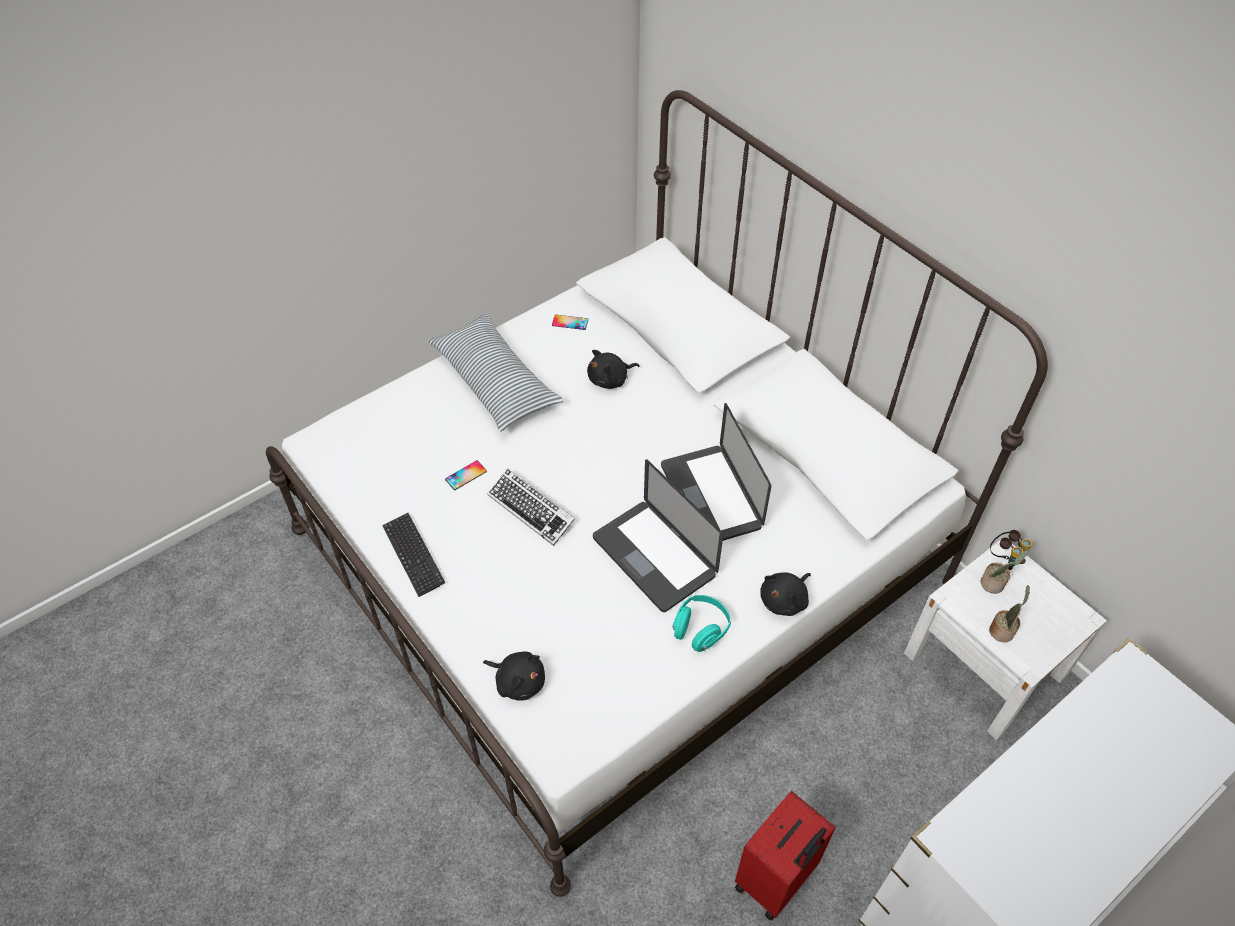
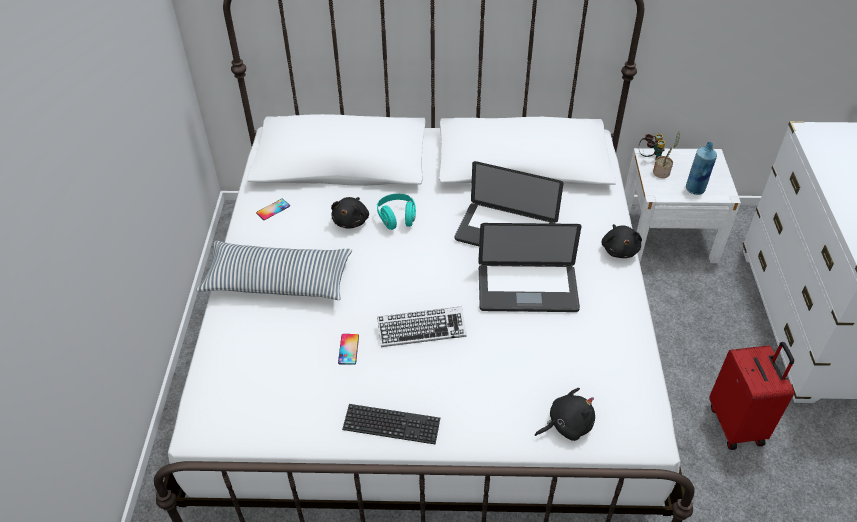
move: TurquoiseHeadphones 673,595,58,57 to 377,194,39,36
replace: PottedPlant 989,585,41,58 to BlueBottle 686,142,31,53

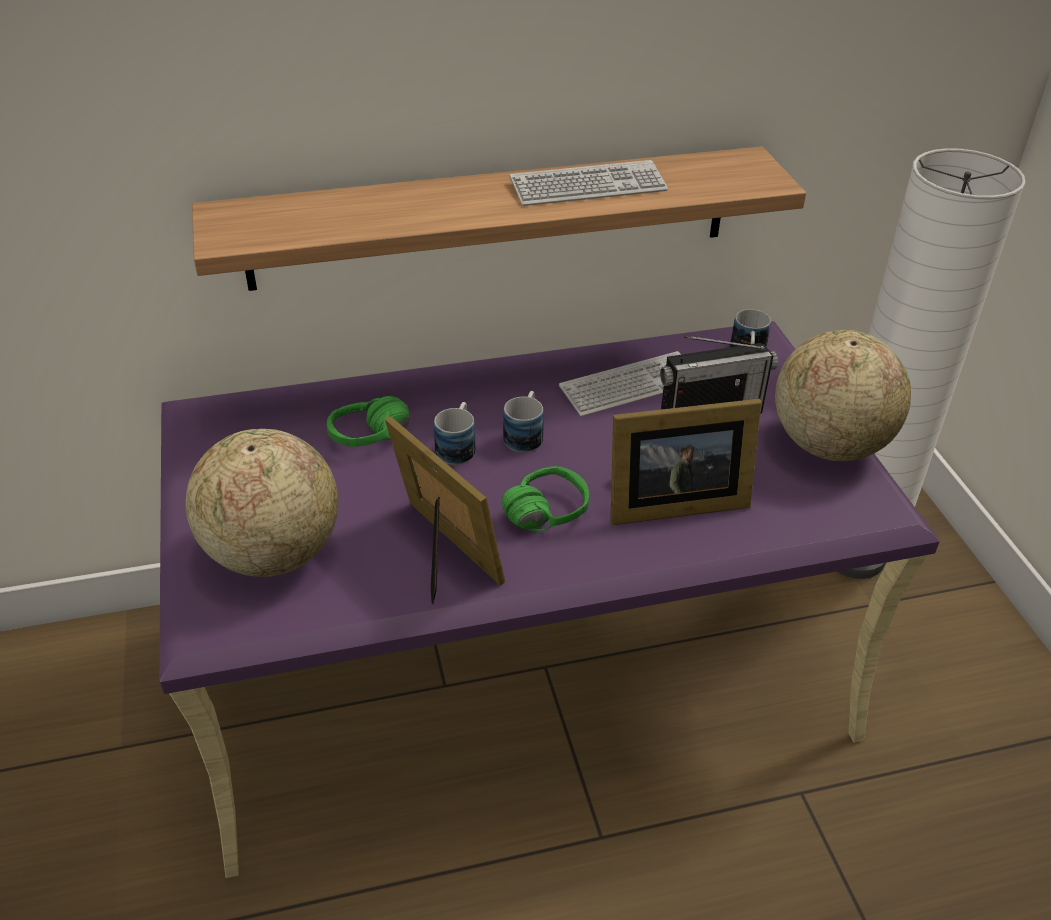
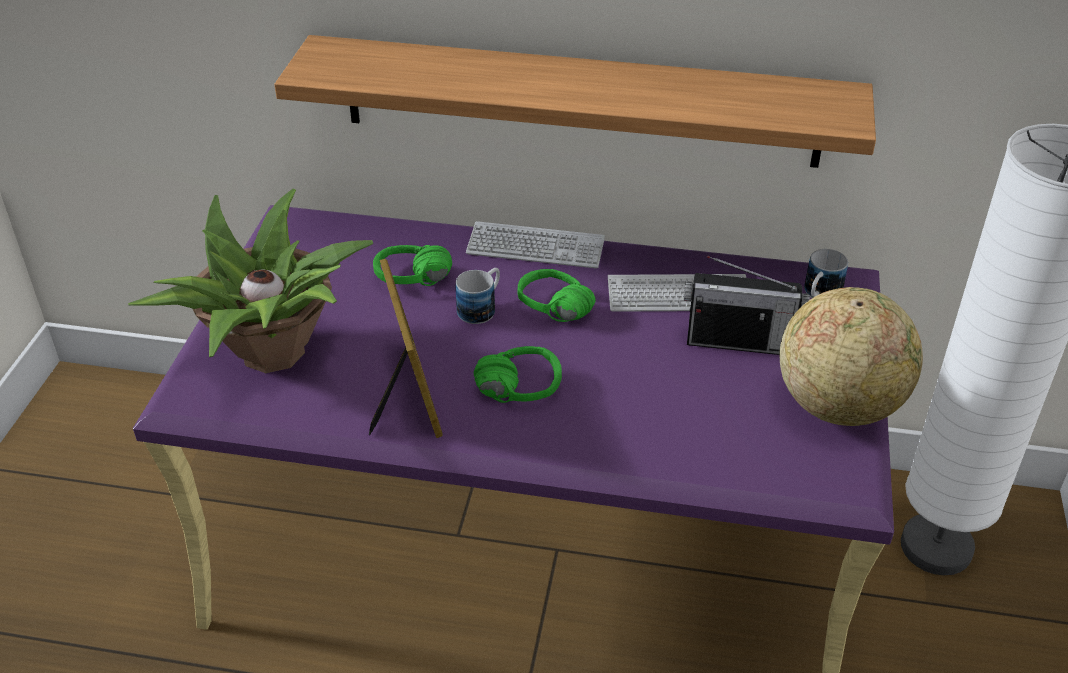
delete: PictureFrame 610,399,151,126
move: Keyboard 510,160,158,46 to 466,221,139,47
replace: Globe 185,429,154,148 to PottedPlant 128,189,245,184; Mug 503,391,41,62 to GreenHeadphones 518,269,78,53

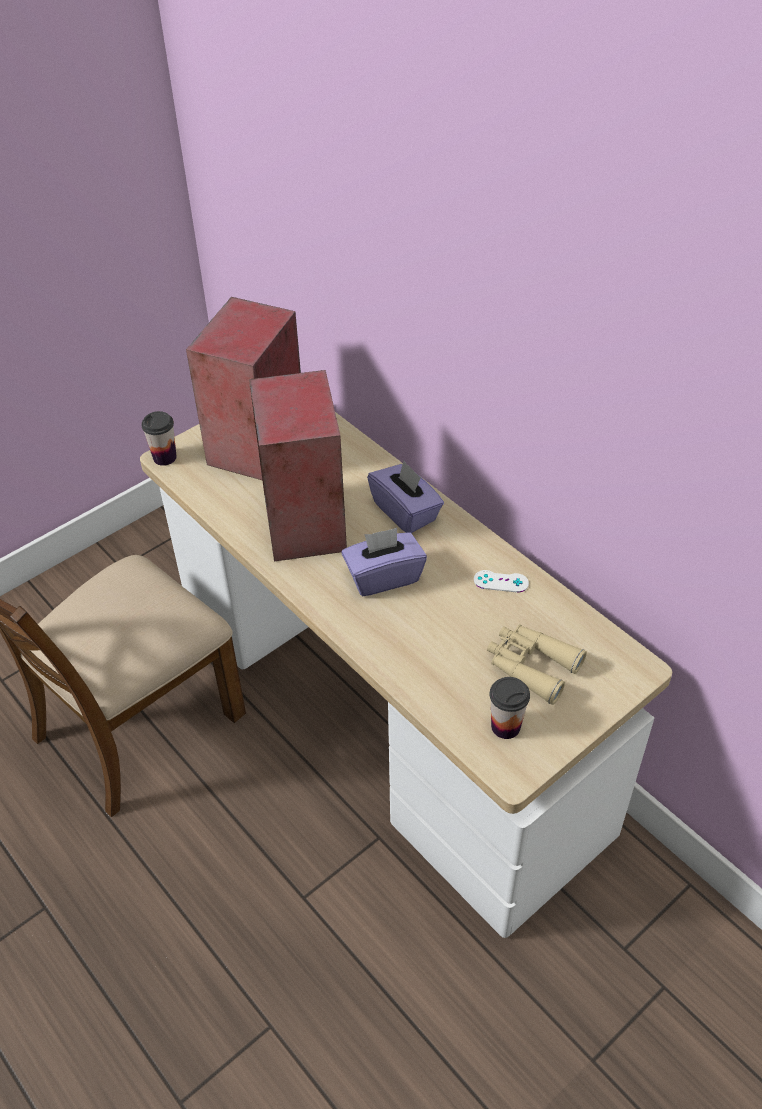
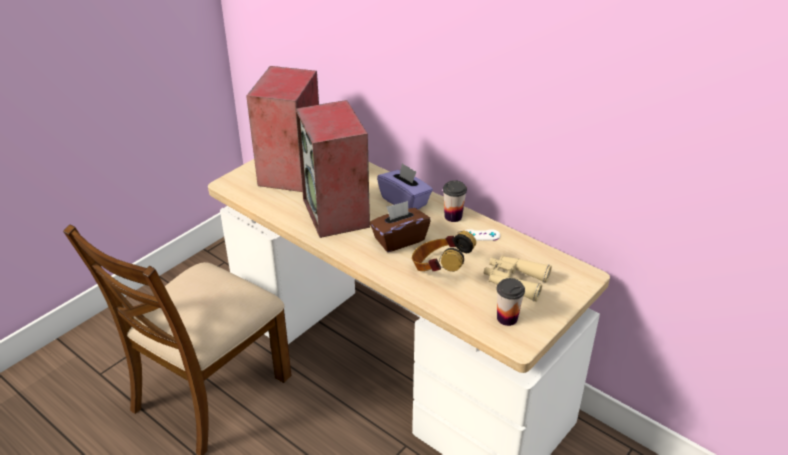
insert: Headphones 412,231,64,41
move: Cup 141,411,36,55 to 443,180,24,42
recolor: PurpleTissueBox 341,528,86,68 to BrownTissueBox 370,201,61,51

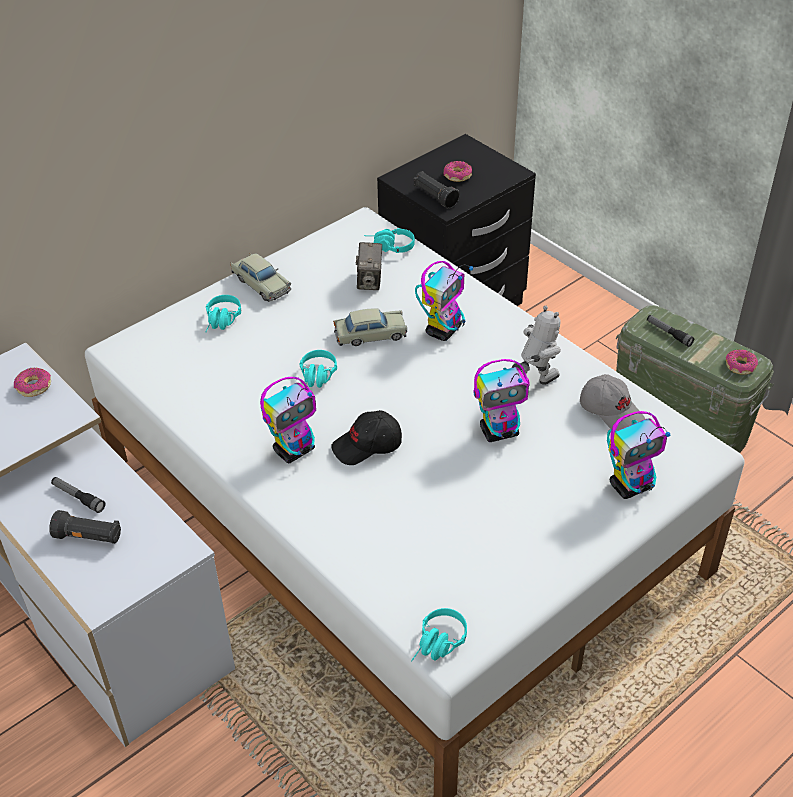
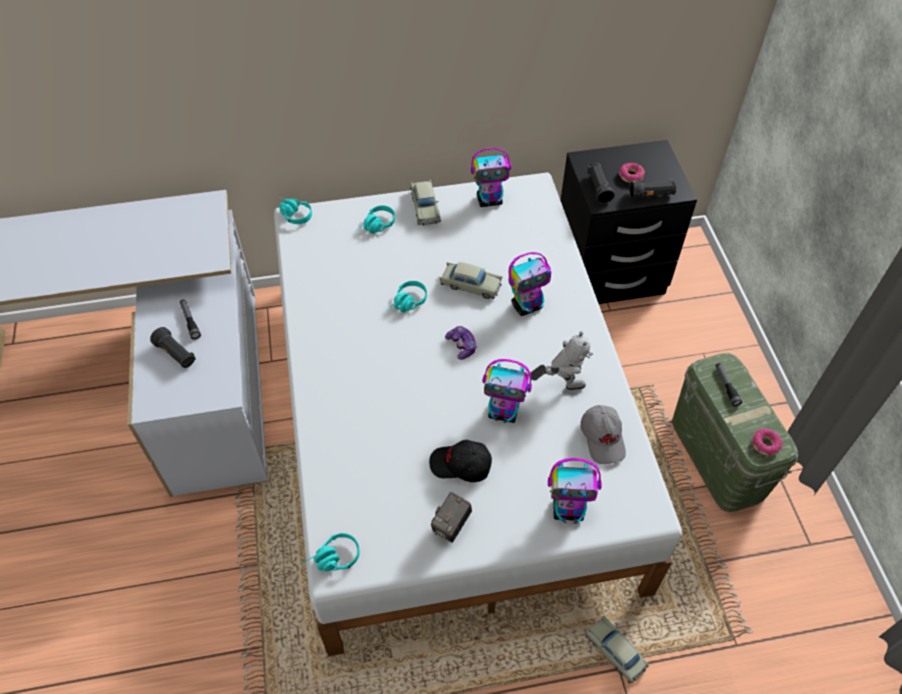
delete: Donut 14,368,37,29
insert: GameController 445,326,32,34; BeigeToyCar 585,616,64,67; BlackFlashlight 629,180,48,20
move: TurquoiseHeadphones 364,228,51,25 to 279,197,33,27; BlackCap 331,410,71,55 to 429,440,63,42; PhotoCamera 356,242,26,48 to 431,492,41,51; ToyRobot 260,377,56,86 to 471,148,40,59

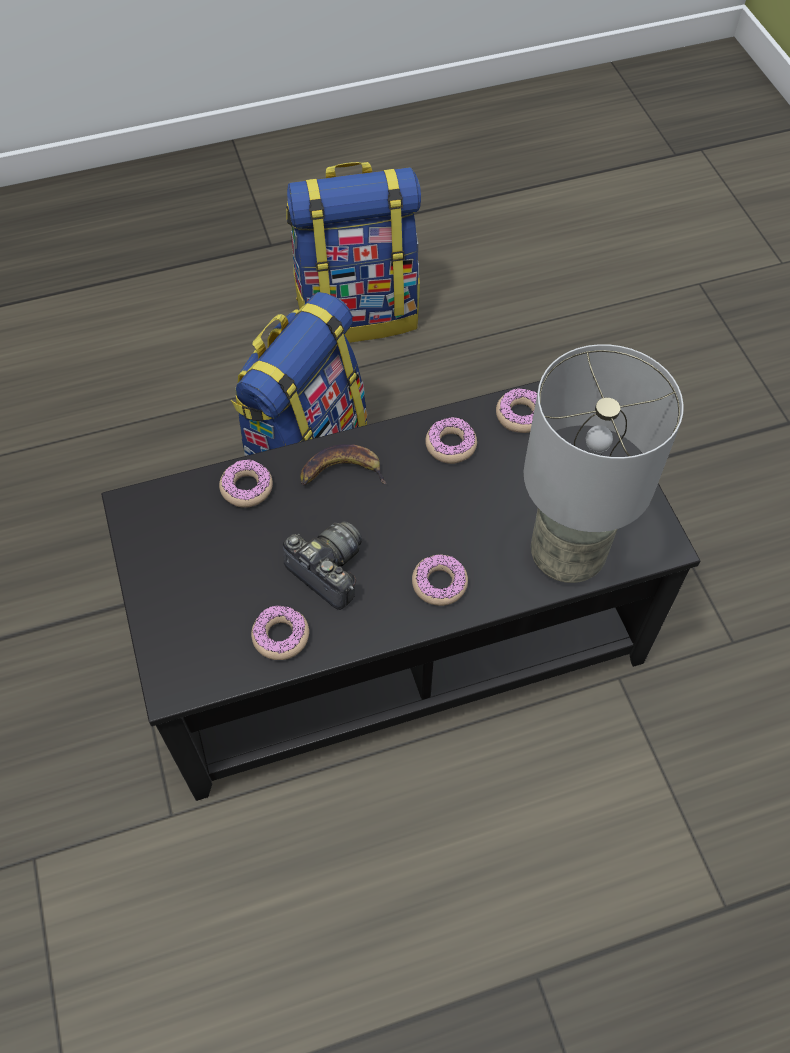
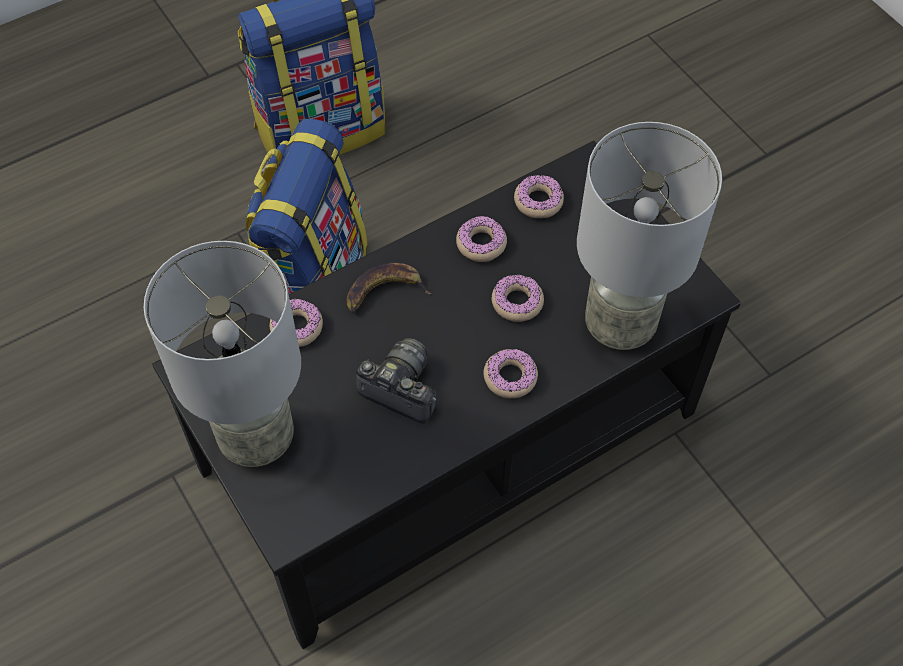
insert: GreyTableLamp 144,241,157,226
move: Donut 251,605,58,55 to 492,274,52,48

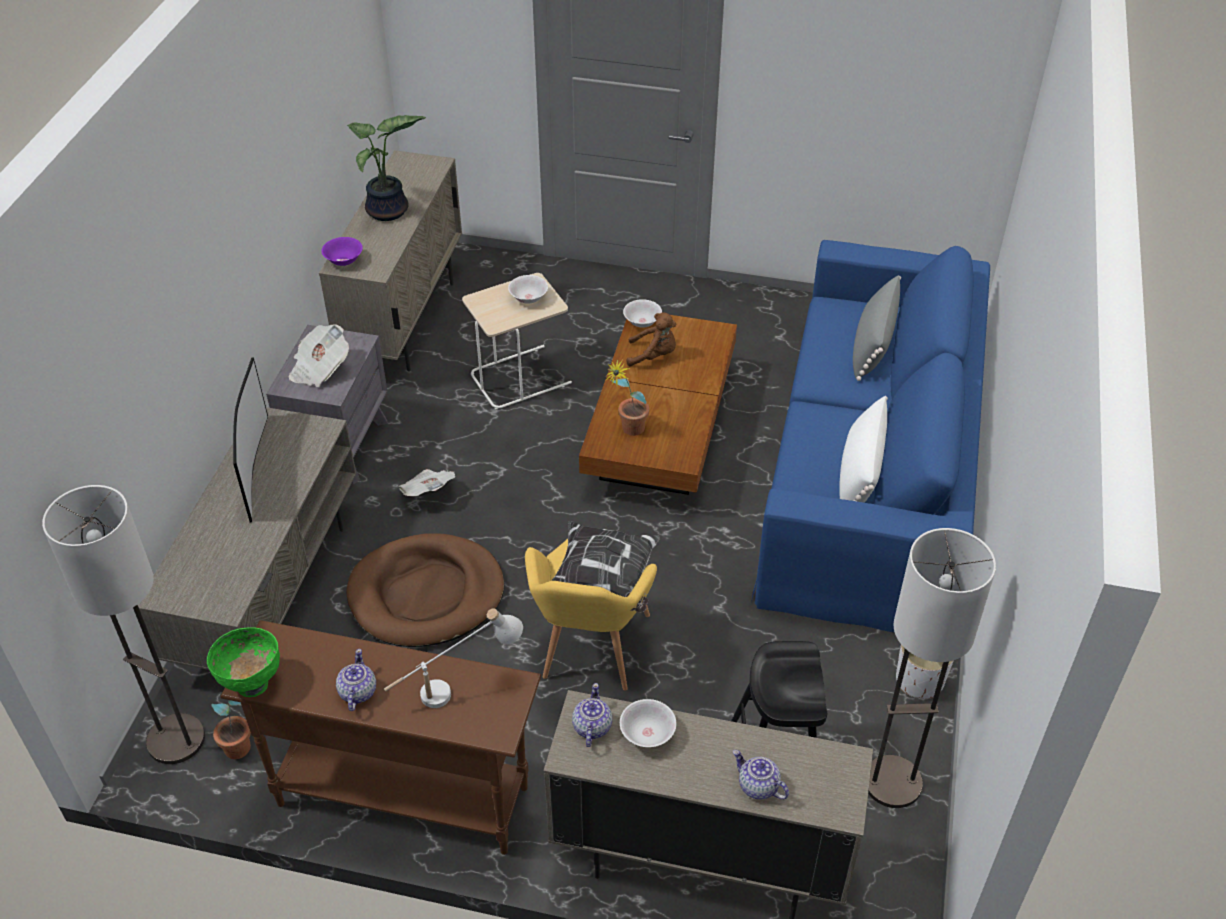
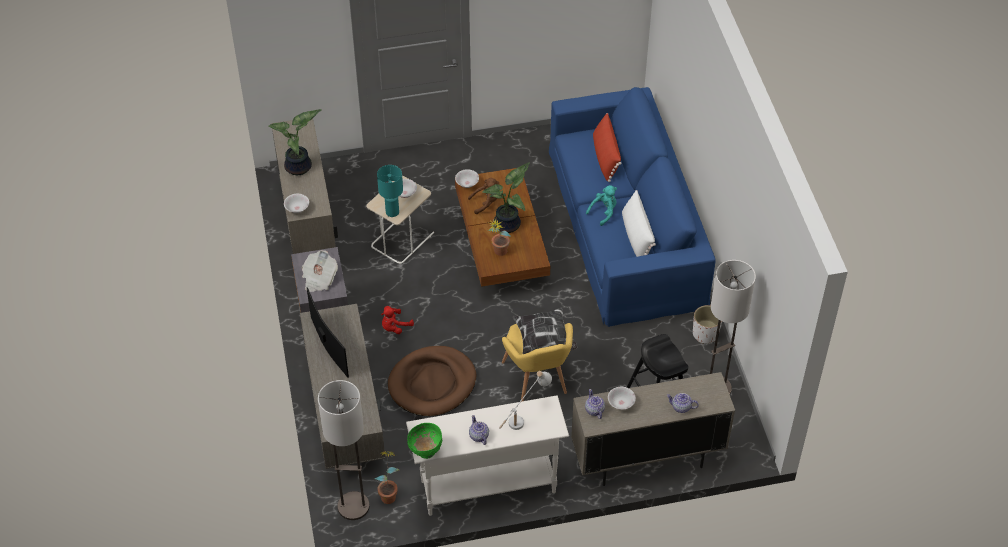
insert: TurquoiseTableLamp 377,165,26,52; PottedPlant 482,163,48,70; TurquoisePlushToy 586,185,31,41
replace: Newspaper 399,469,57,27 to RedPlushToy 381,306,33,28
recolor: PurpleBowl 321,237,42,29 to WhiteBowl 284,194,25,19; BrownConsoleTable 221,620,320,235 to WhiteConsoleTable 406,395,163,121; GreyPillow 853,275,48,106 to RedPillow 593,113,28,69

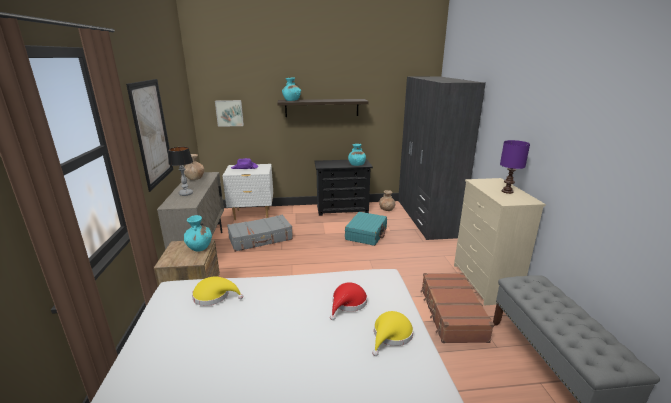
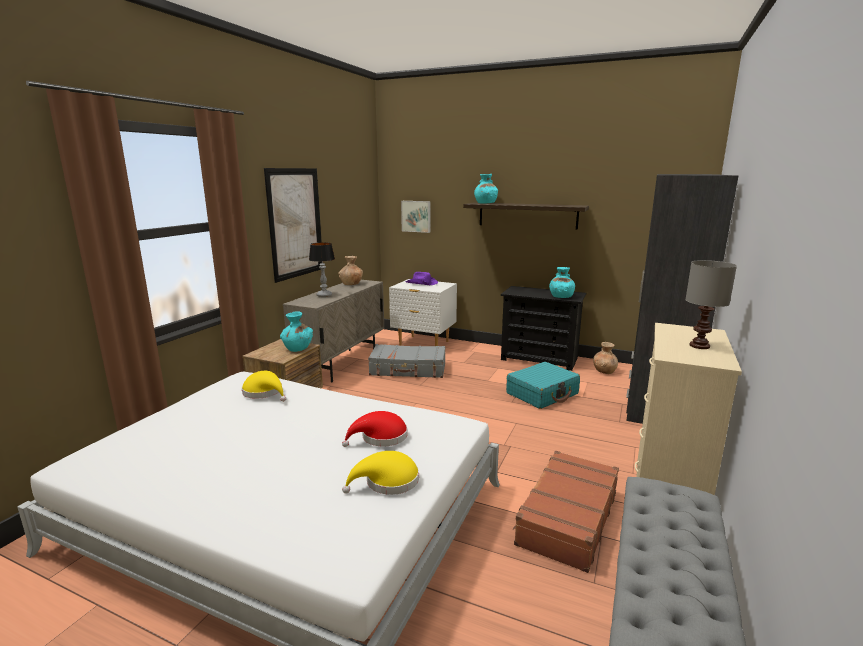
recolor: PurpleTableLamp 500,140,30,54 to GreyTableLamp 685,260,52,89

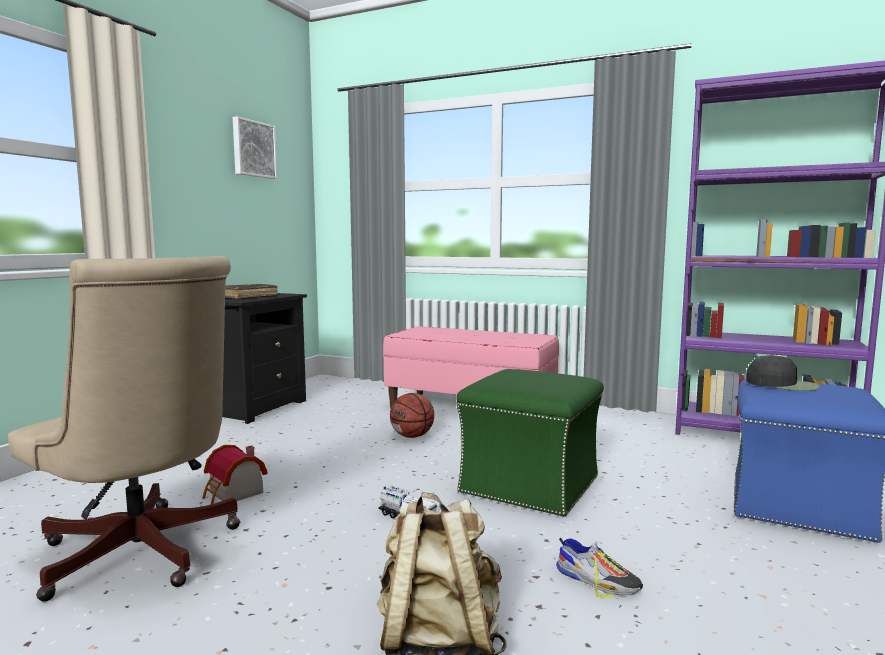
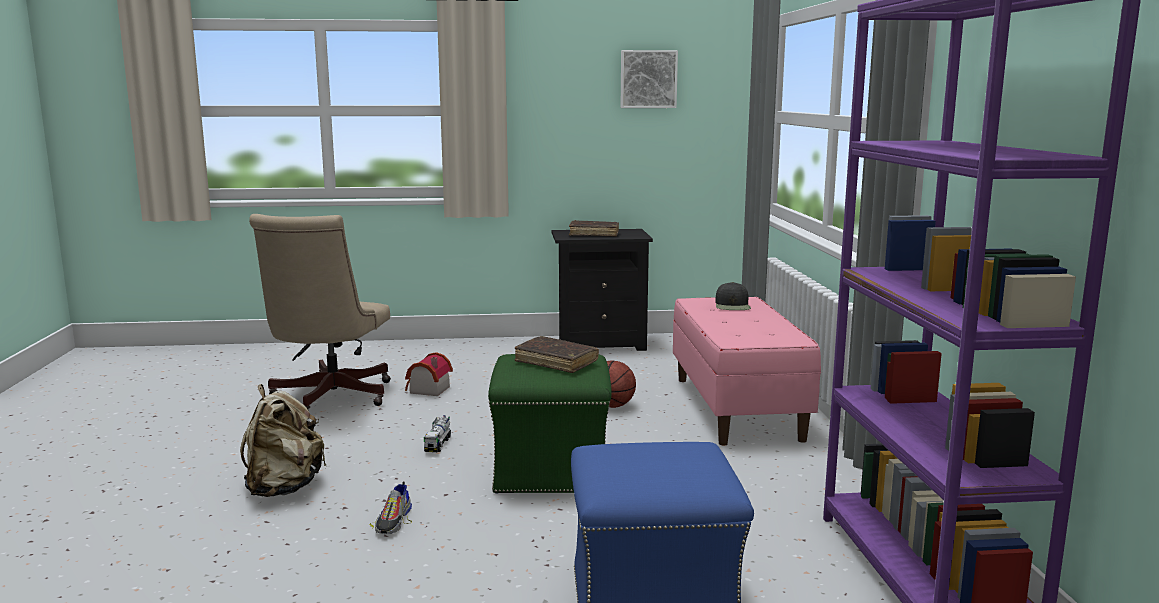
insert: BrownBook 514,336,85,37
move: BlackCap 746,355,74,36 to 715,282,36,28

